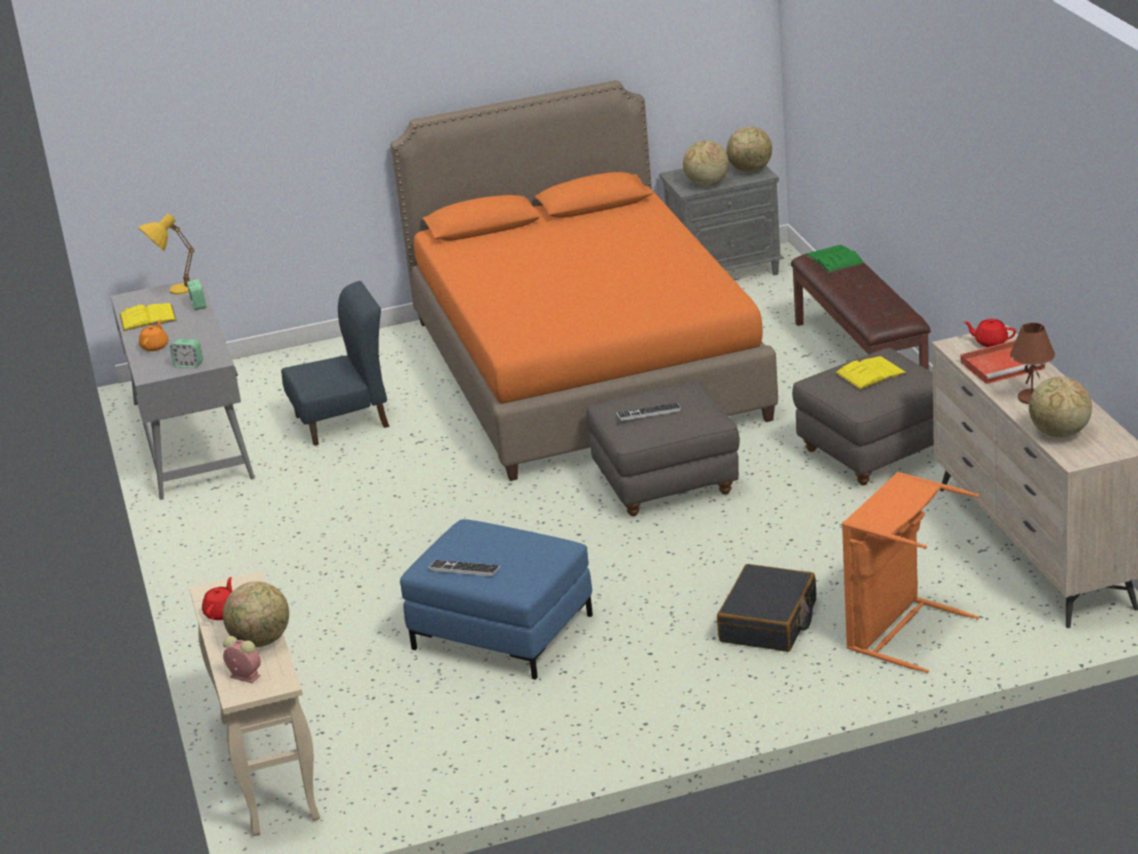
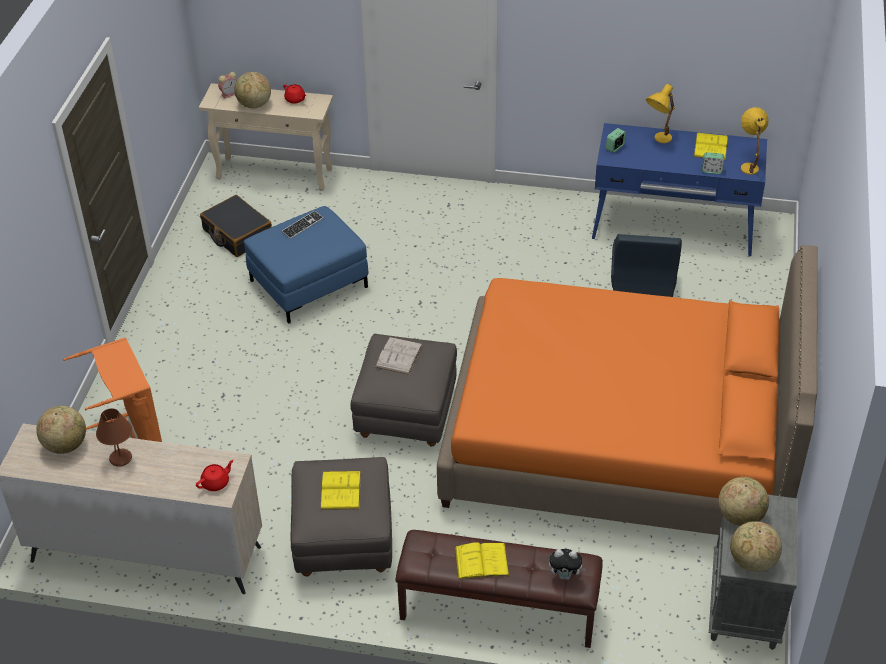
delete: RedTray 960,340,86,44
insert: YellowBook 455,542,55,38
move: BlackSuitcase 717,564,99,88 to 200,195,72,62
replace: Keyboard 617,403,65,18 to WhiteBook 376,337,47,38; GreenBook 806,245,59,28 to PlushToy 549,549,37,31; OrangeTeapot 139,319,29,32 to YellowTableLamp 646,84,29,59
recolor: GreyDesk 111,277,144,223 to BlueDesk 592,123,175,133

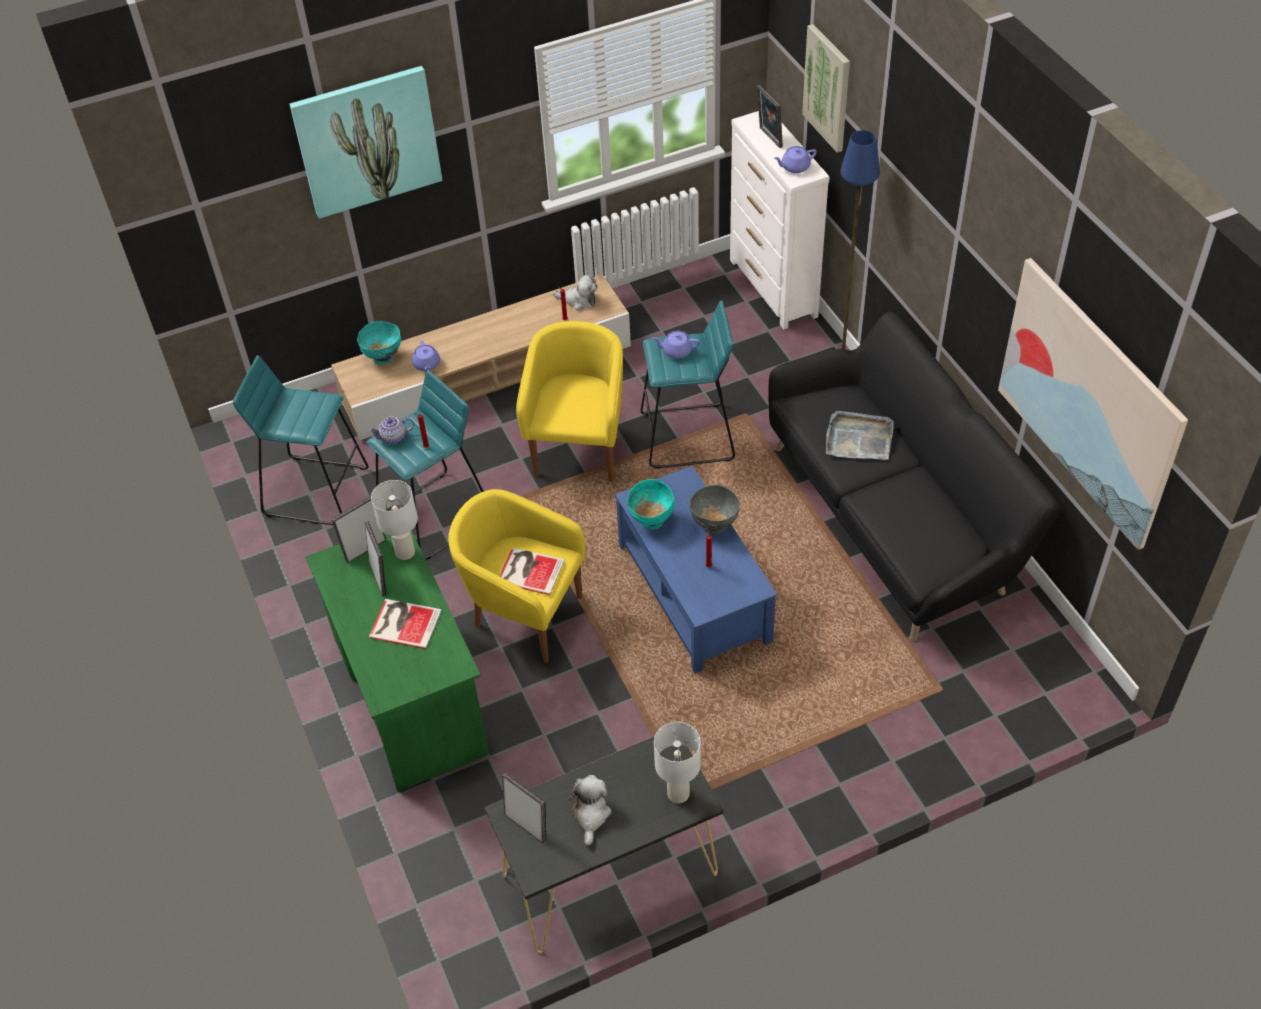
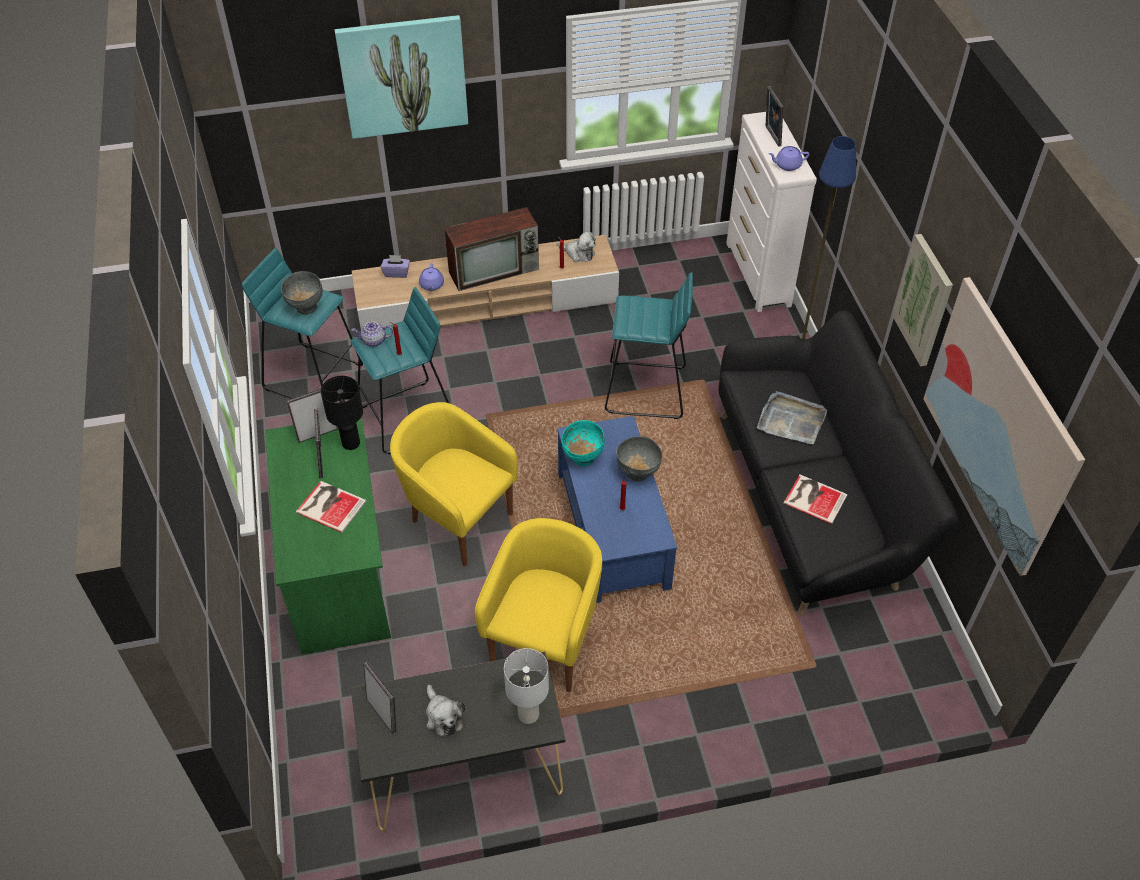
delete: PurpleTeapot 652,330,48,29
insert: GreyBowl 281,271,42,44; Television 444,207,95,84
move: YellowArmchair 516,321,107,161 to 475,518,127,174; Book 500,548,65,47 to 783,475,65,49; Picture 802,24,48,128 to 892,234,61,132
replace: TurquoiseBowl 357,321,44,44 to PurpleTissueBox 381,255,29,23
recolor: WhiteTableLamp 371,480,47,80 to BlackTableLamp 321,376,42,74
rotate: PlushToy 568,775,44,71 = 426,685,39,52 135 degrees clockwise

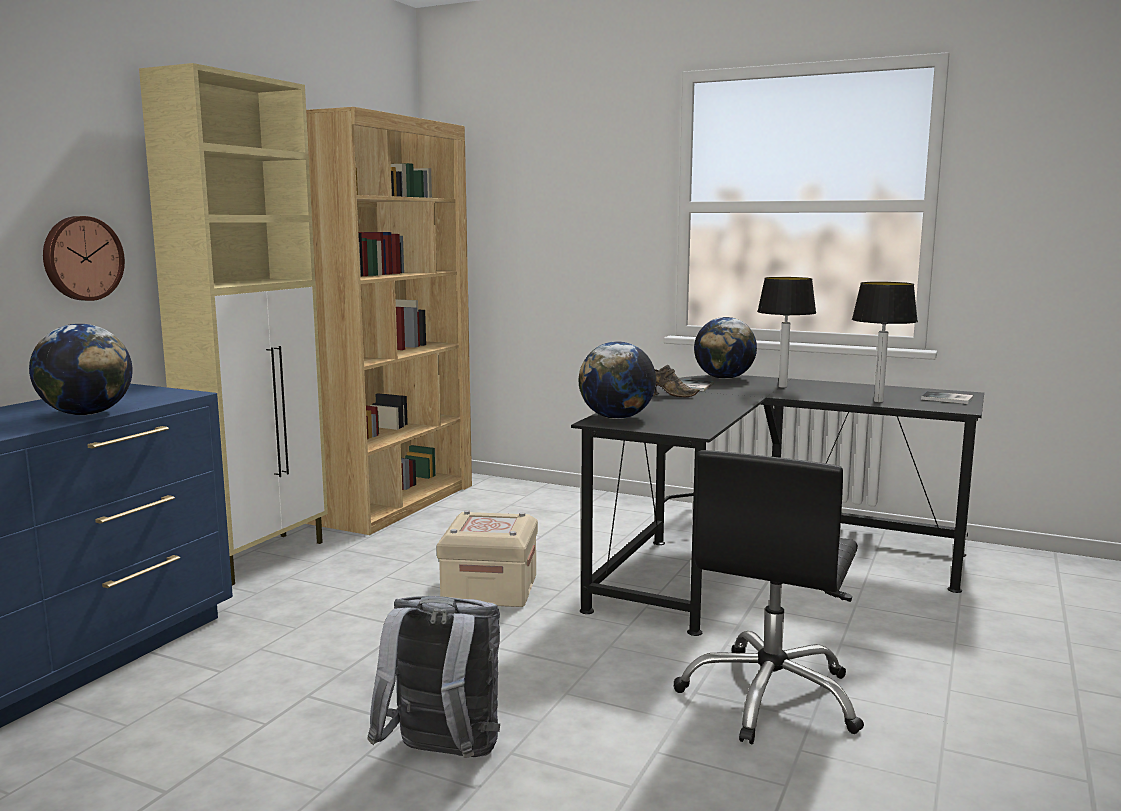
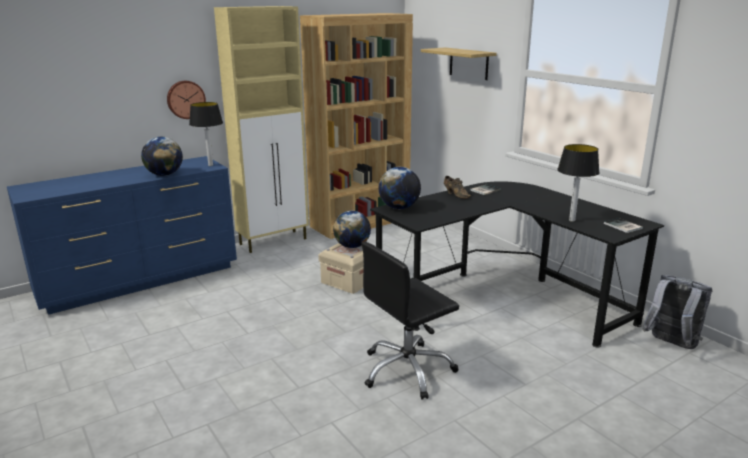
insert: Shelf 421,47,76,33
move: TableLamp 757,277,59,111 to 189,102,34,64; Globe 694,317,63,62 to 333,211,38,37; GreyBackpack 367,596,133,162 to 642,275,70,74

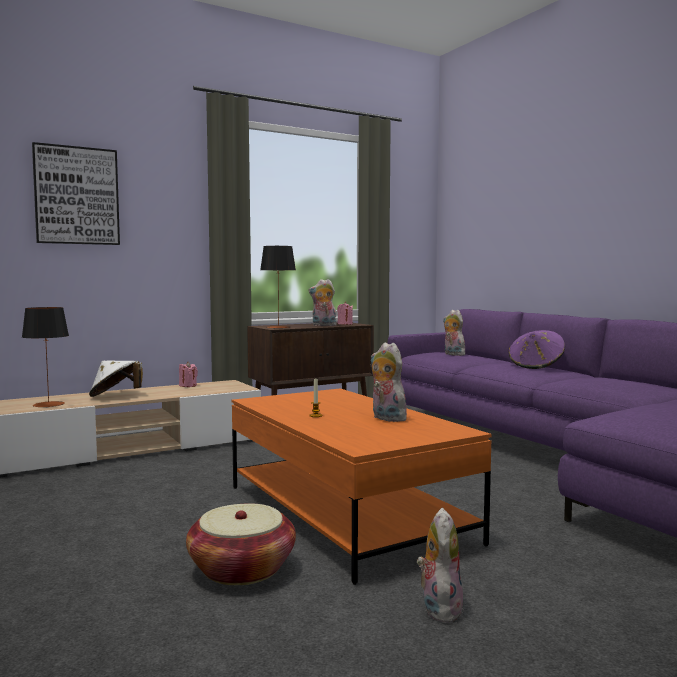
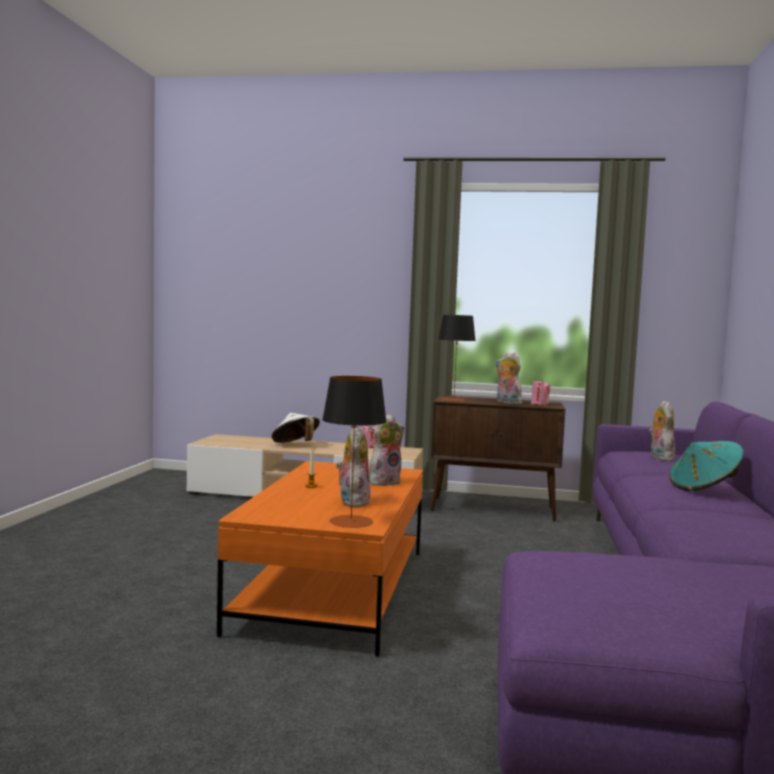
delete: Picture 32,142,88,103; Basket 186,503,110,82
move: TableLamp 22,307,47,100 to 322,376,65,152; PlushToy 417,508,46,115 to 369,414,35,72
recolor: PurpleHat 509,330,56,39 to TurquoiseHat 669,441,75,50

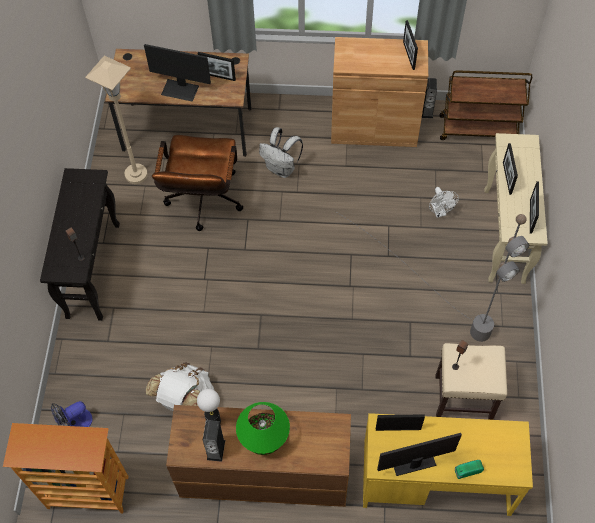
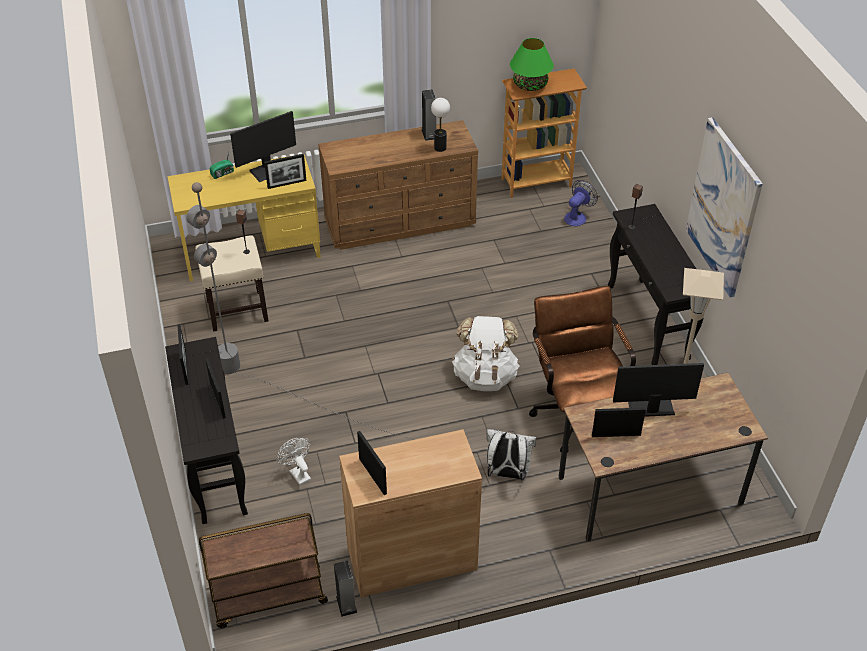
insert: Picture 686,117,77,180
move: WhiteBackpack 146,362,68,49 to 452,316,68,75; GreenTableLamp 236,402,54,53 to 510,38,44,53
recolor: BeigeConsoleTable 484,133,64,151 to BlackConsoleTable 165,337,83,187

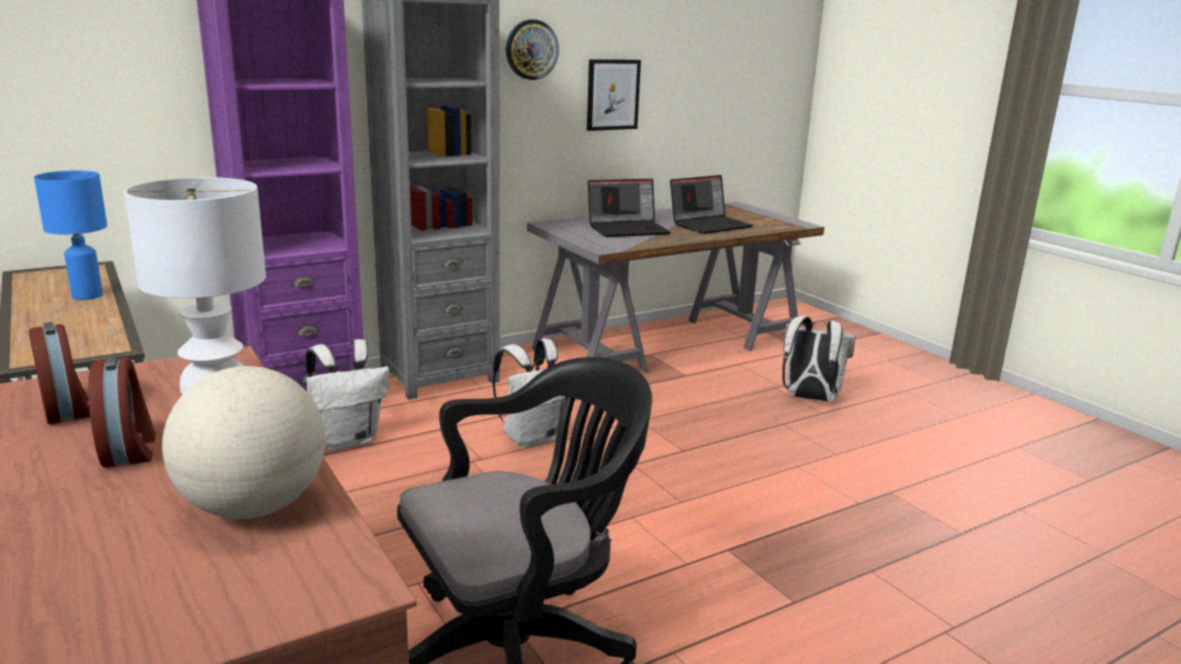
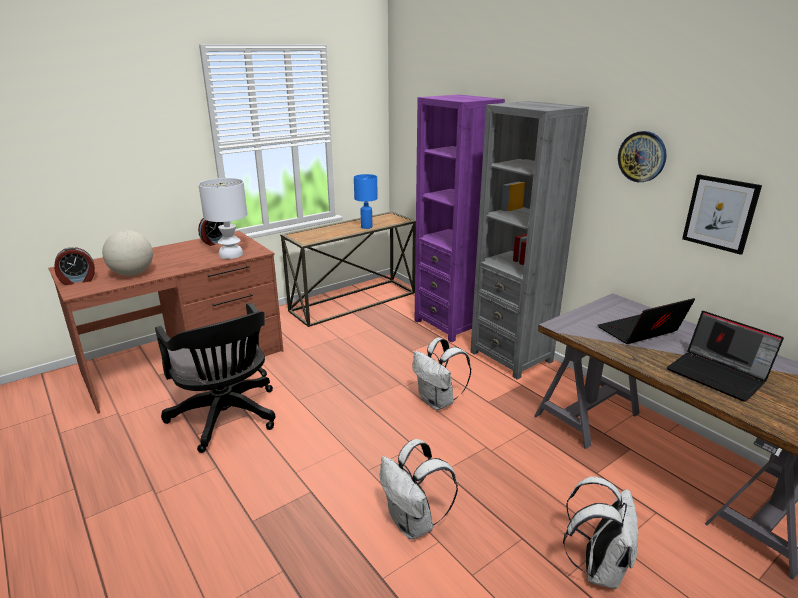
move: AlarmClock 88,355,68,113 to 54,247,41,38; WhiteBackpack 305,339,85,111 to 380,439,78,100
rotate: Laptop 588,179,83,58 = 597,298,98,46 90 degrees clockwise

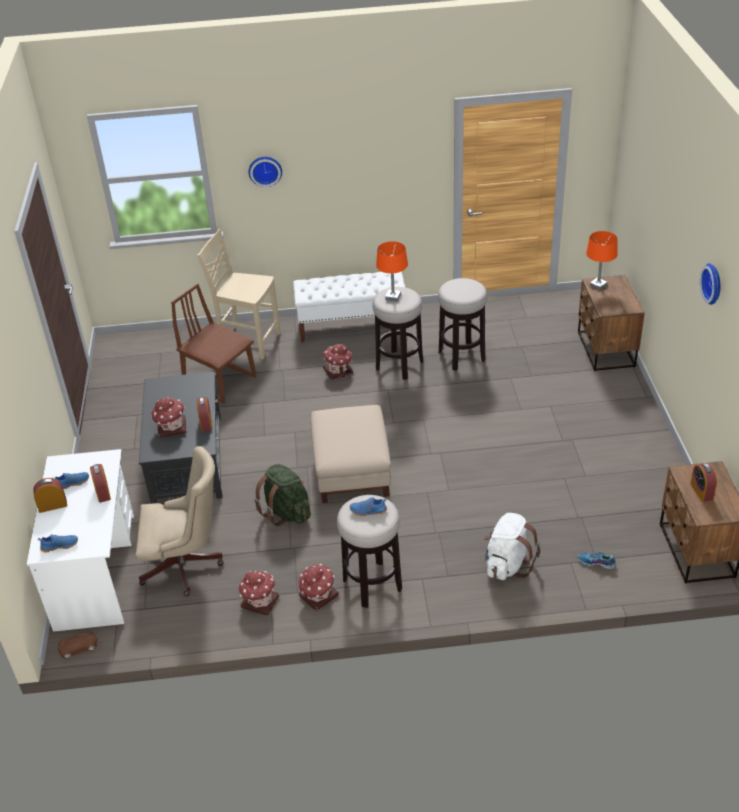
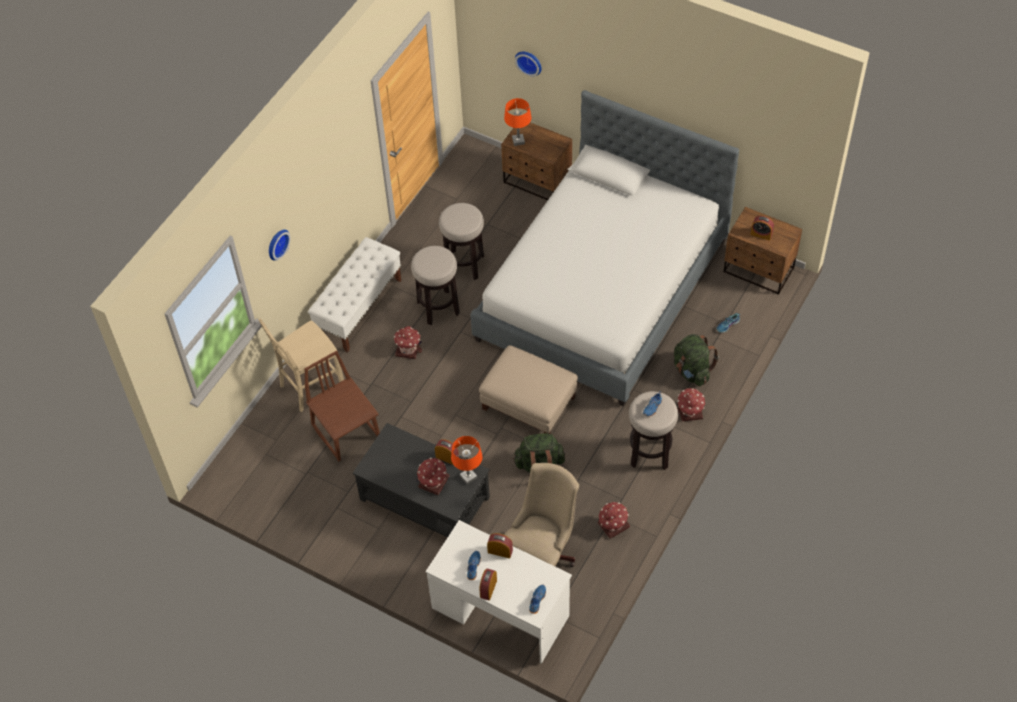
delete: BrownToyCar 58,632,40,26
insert: Bed 471,90,268,316
move: OrangeTableLamp 376,241,32,61 to 451,436,32,49; WallClock 700,263,20,42 to 515,52,27,24; ToyHouse 298,564,41,47 to 677,388,28,33
recolor: WhiteBackpack 484,513,56,67 to GreenBackpack 674,334,45,52
rotate: BrownChair 171,284,86,120 = 304,351,76,110 75 degrees clockwise

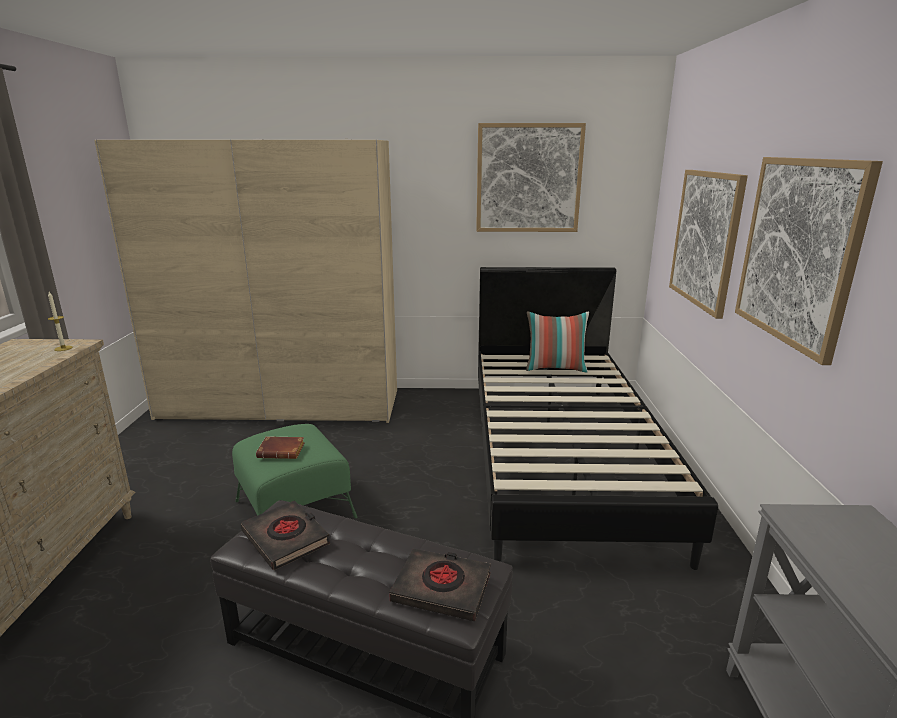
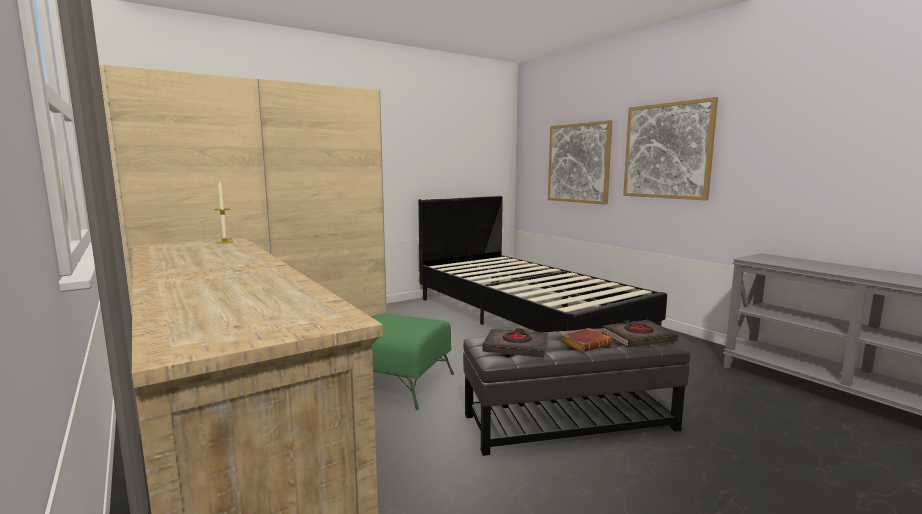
delete: Picture 476,123,110,109; Pillow 526,311,63,62
move: BrownBook 256,436,48,23 to 561,328,51,24

